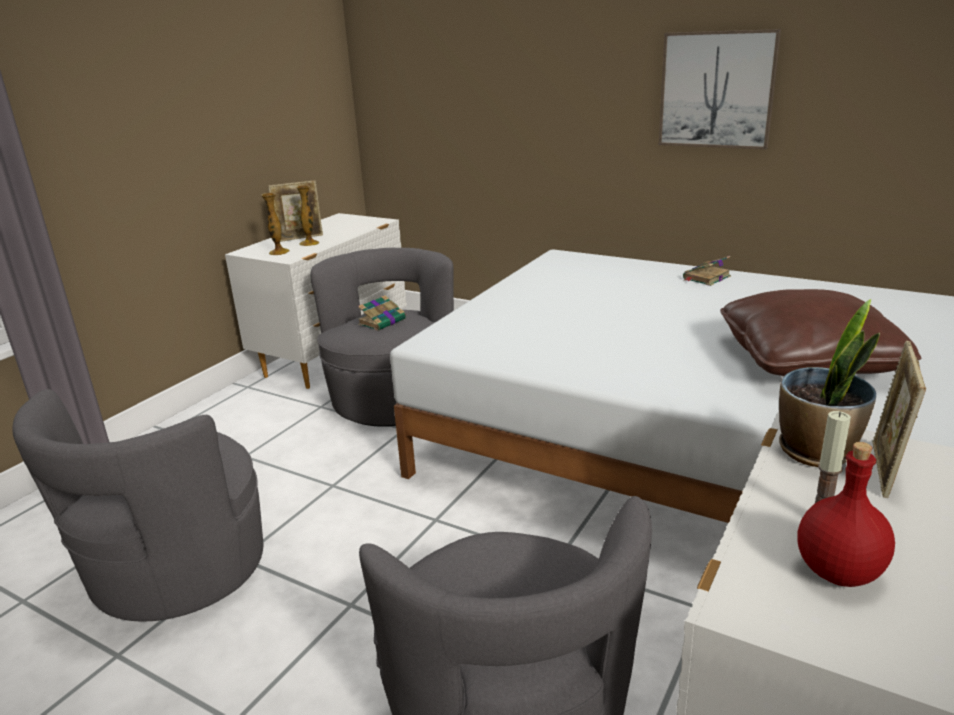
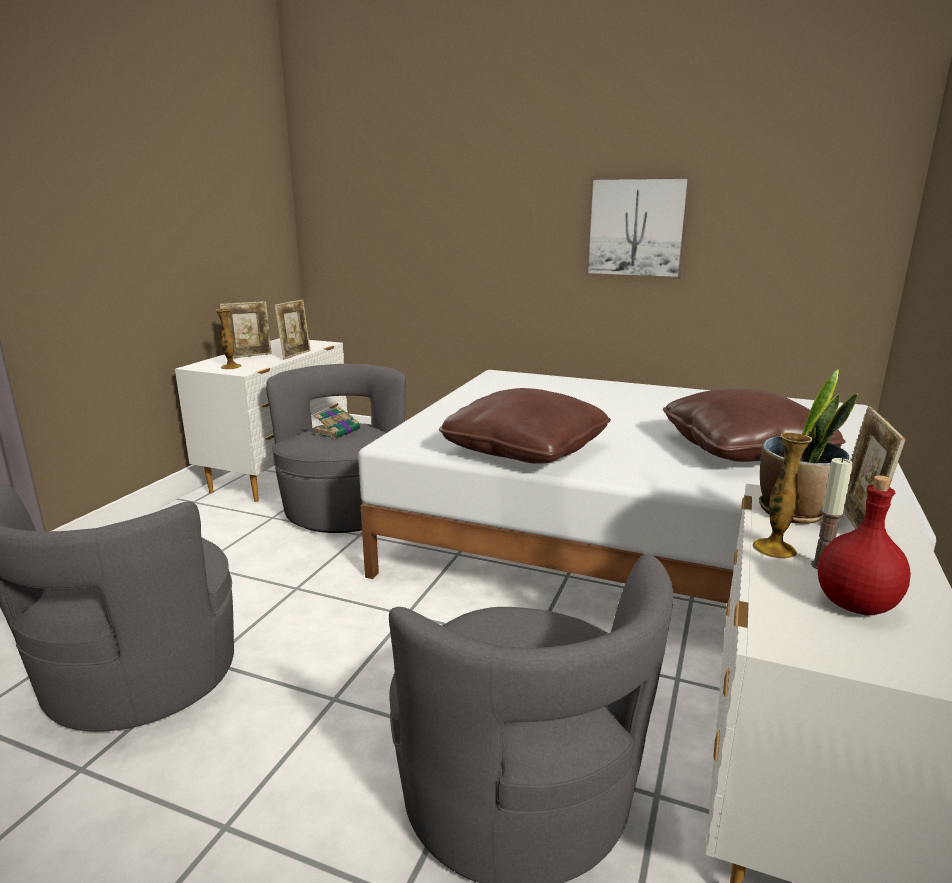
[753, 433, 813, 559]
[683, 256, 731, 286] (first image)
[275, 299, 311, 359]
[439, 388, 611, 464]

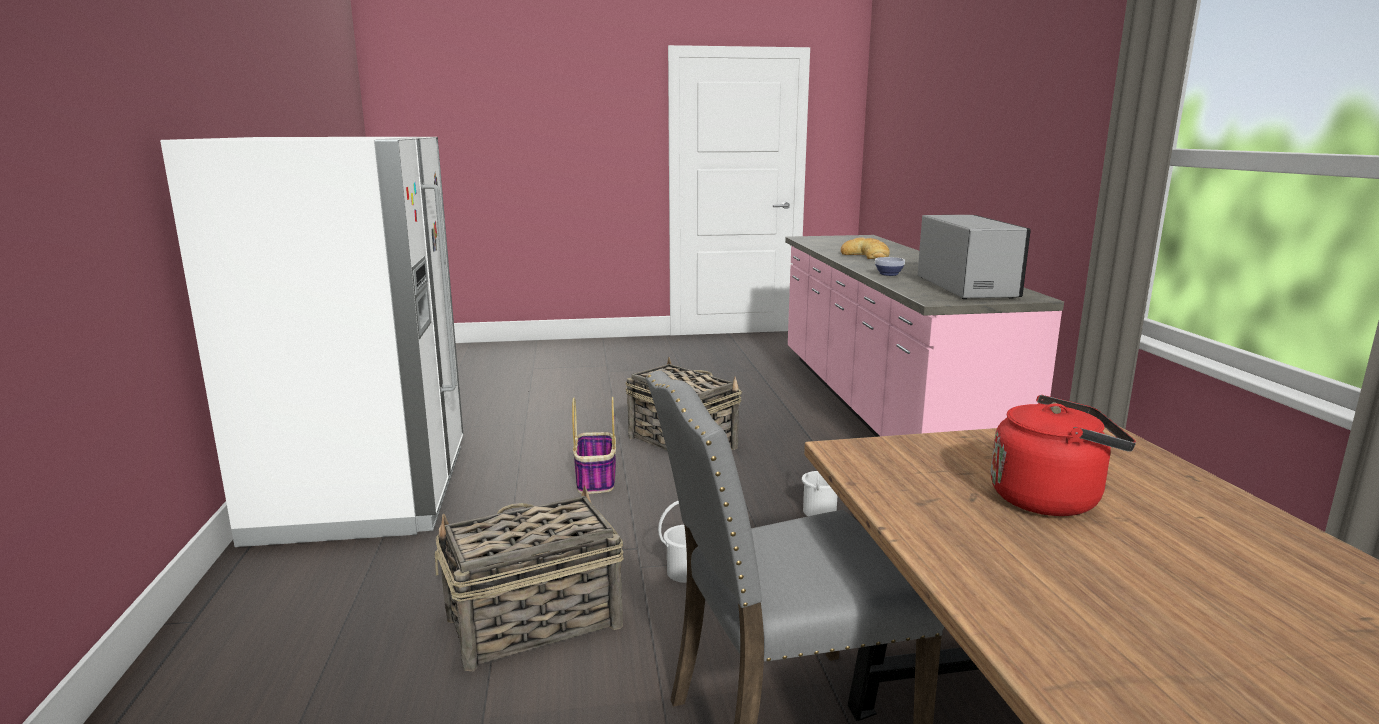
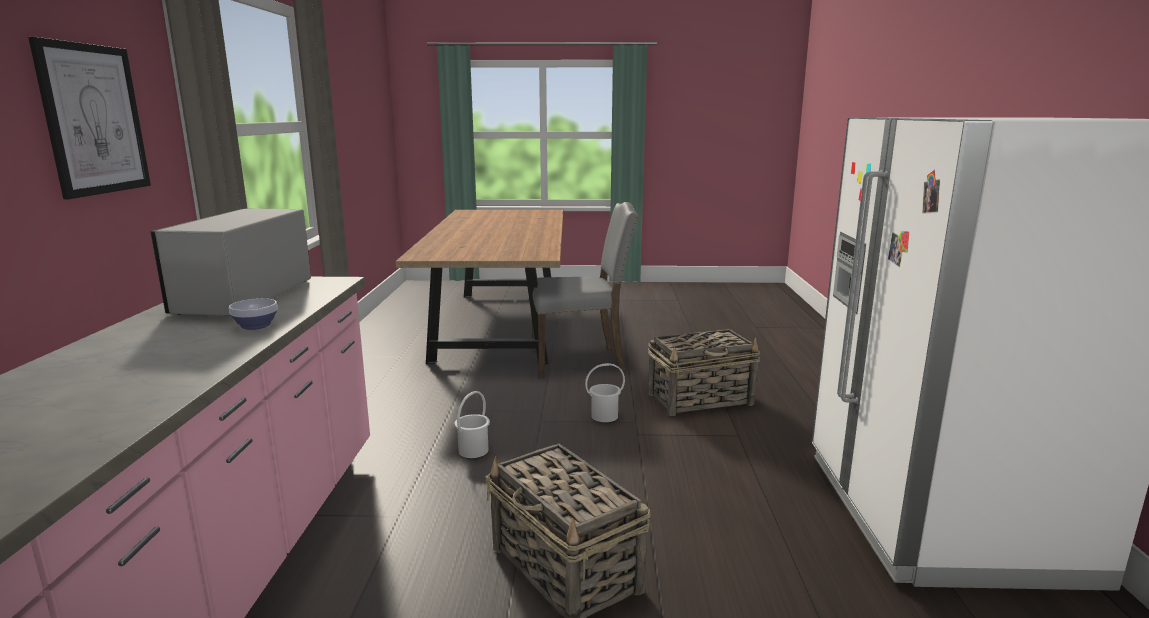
[841, 238, 890, 259] (first image)
[991, 395, 1136, 516] (first image)
[572, 397, 616, 494] (first image)
[28, 37, 151, 199]

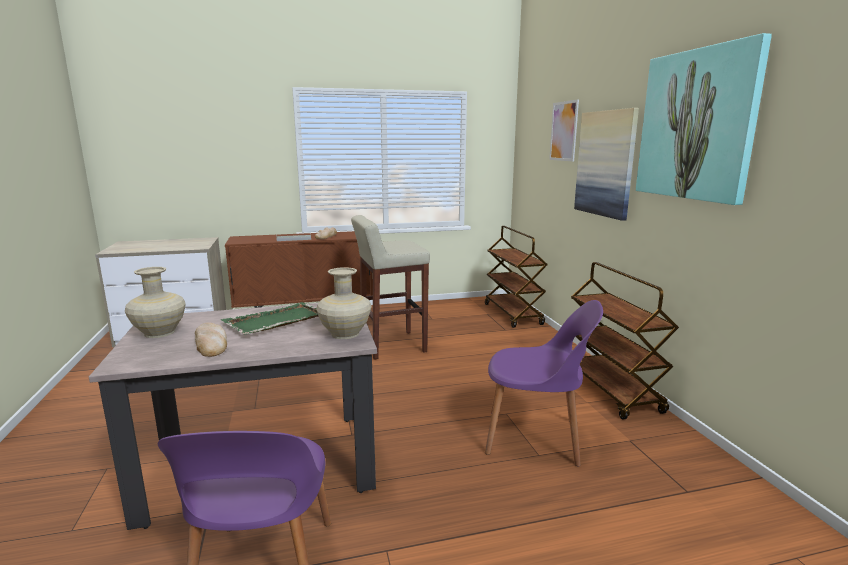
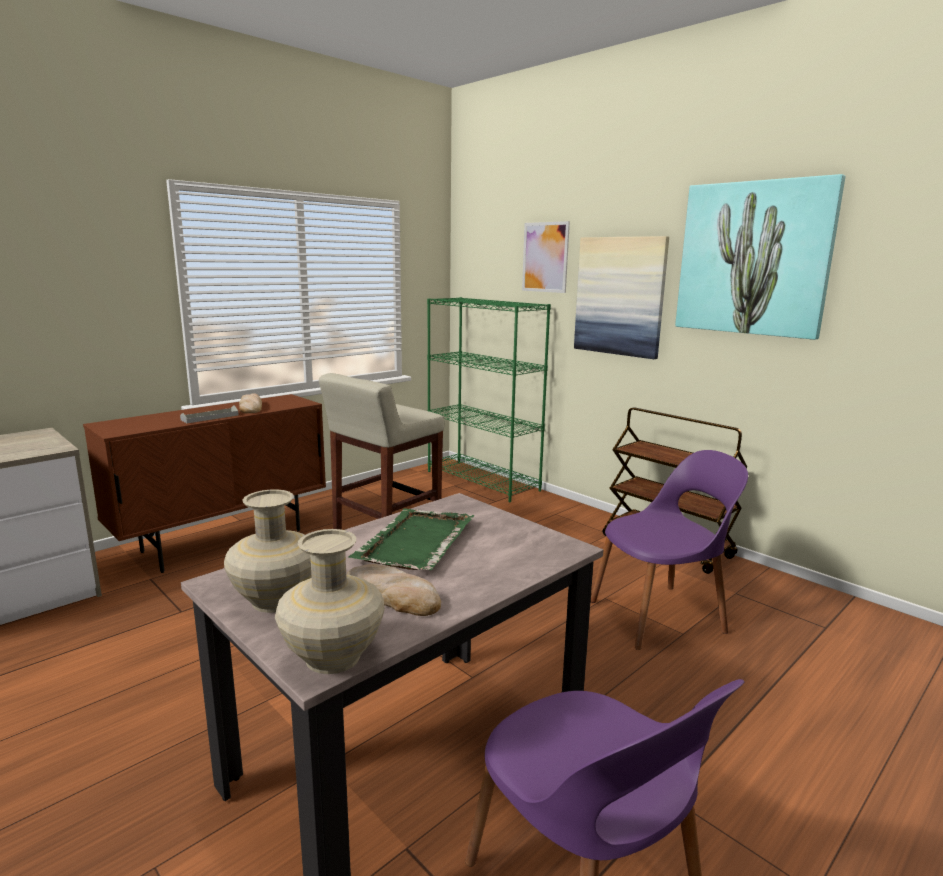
[427, 297, 551, 502]
[275, 529, 385, 674]

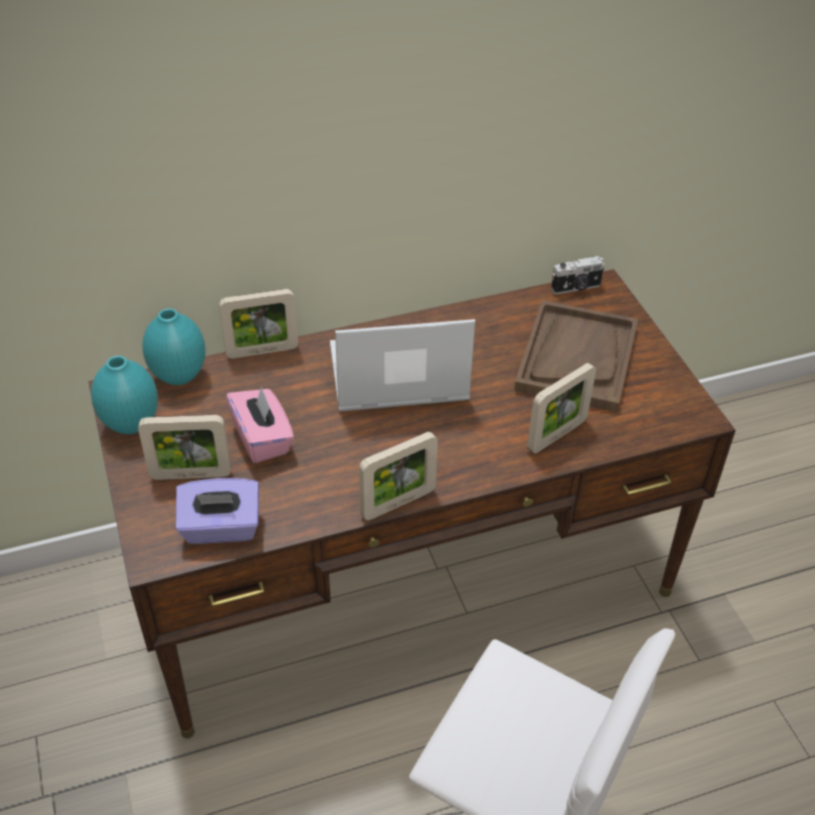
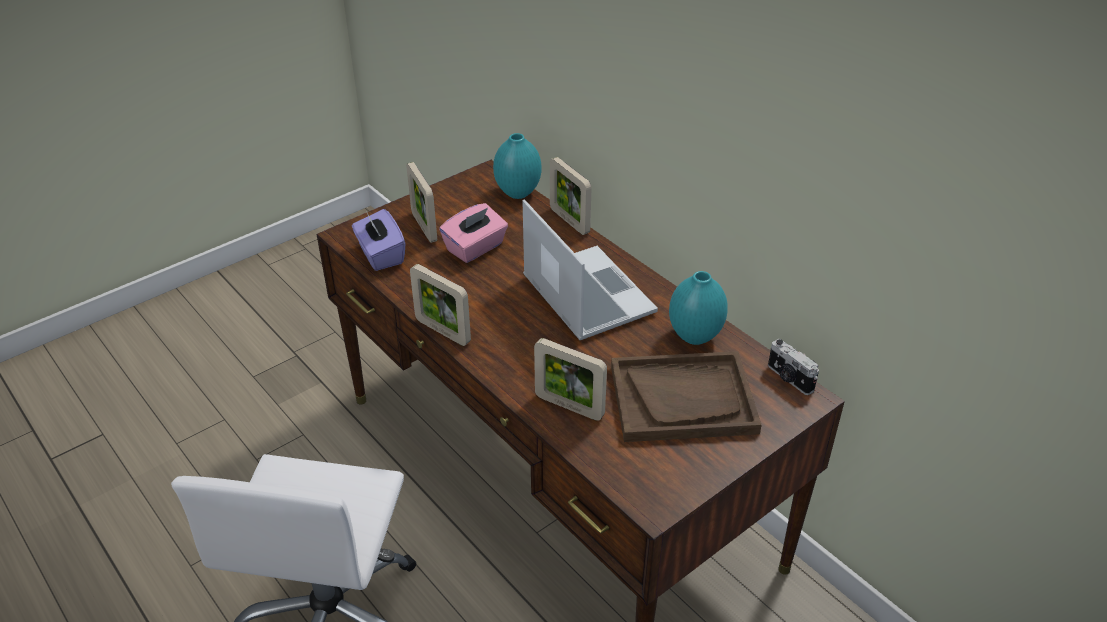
[669, 271, 728, 345]

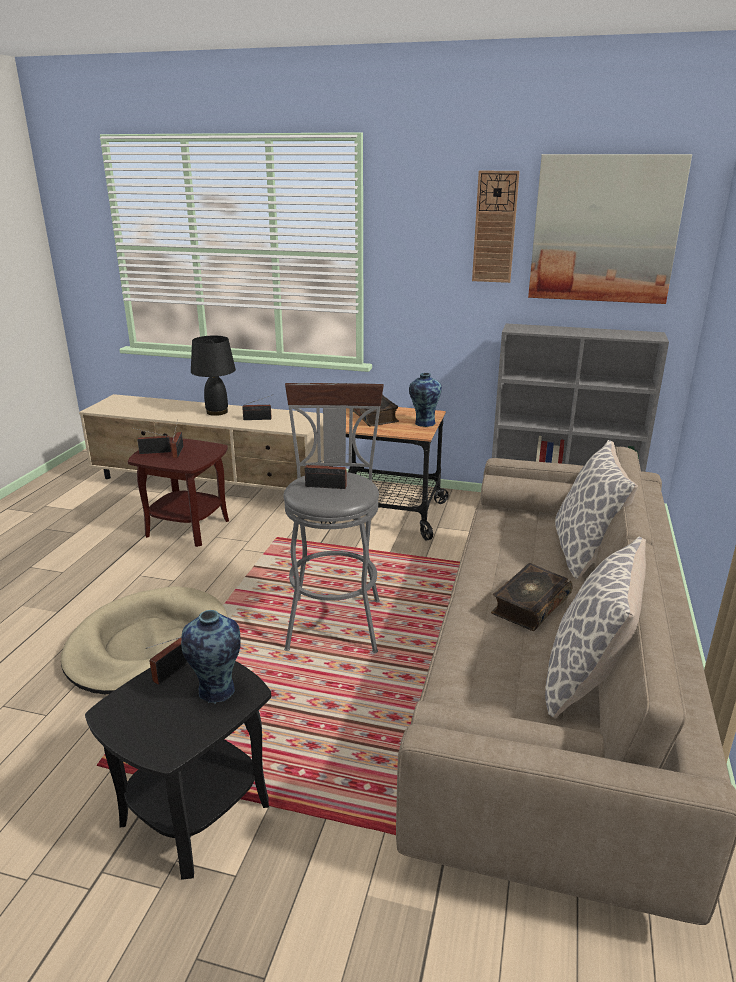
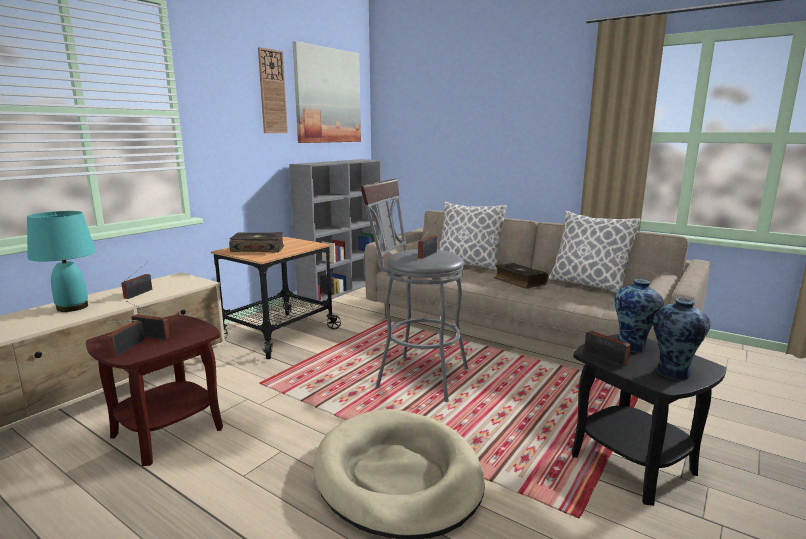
[27, 211, 96, 312]
[653, 298, 710, 380]

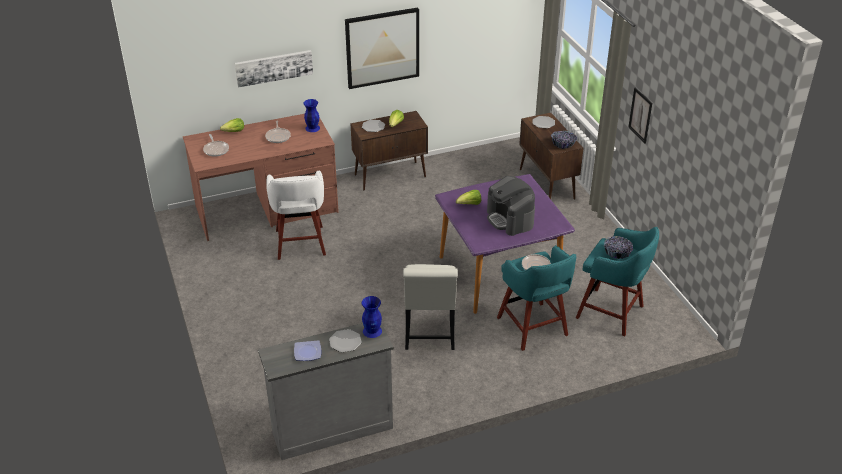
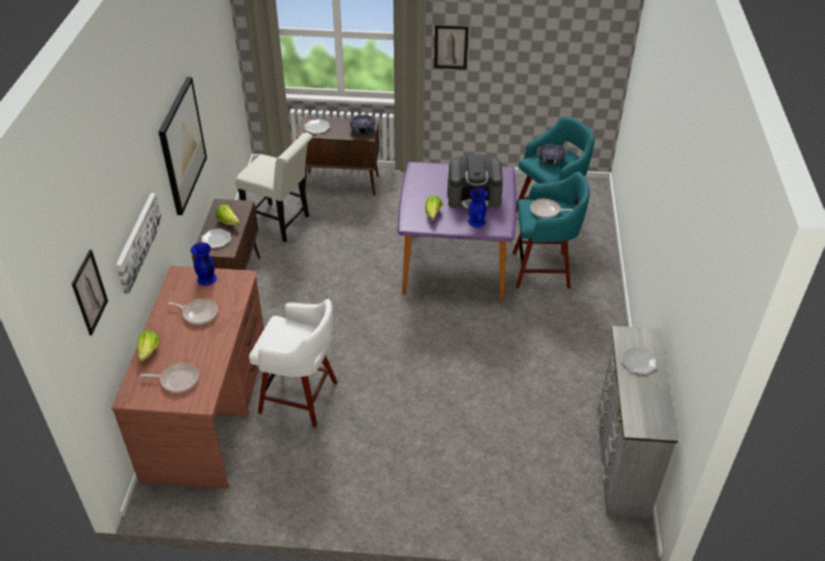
[235, 132, 313, 242]
[468, 187, 488, 227]
[294, 340, 321, 361] (first image)
[72, 249, 108, 336]

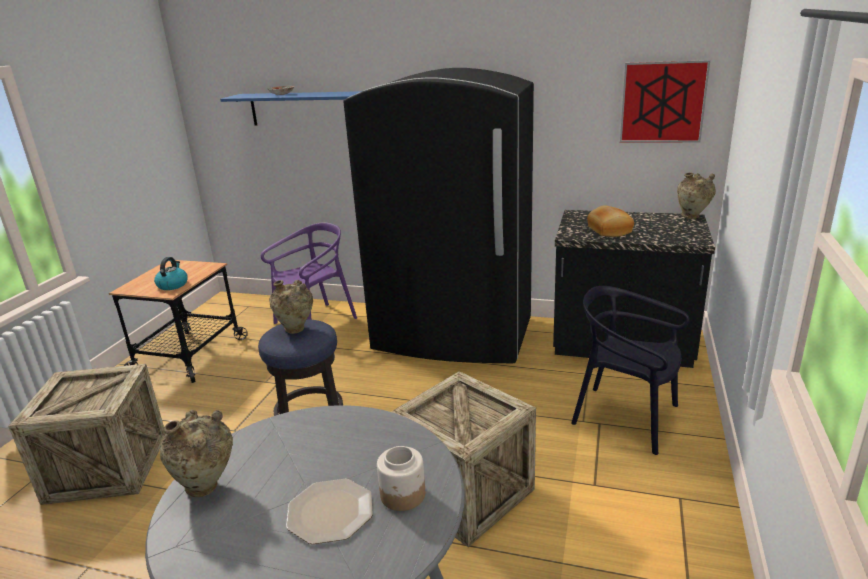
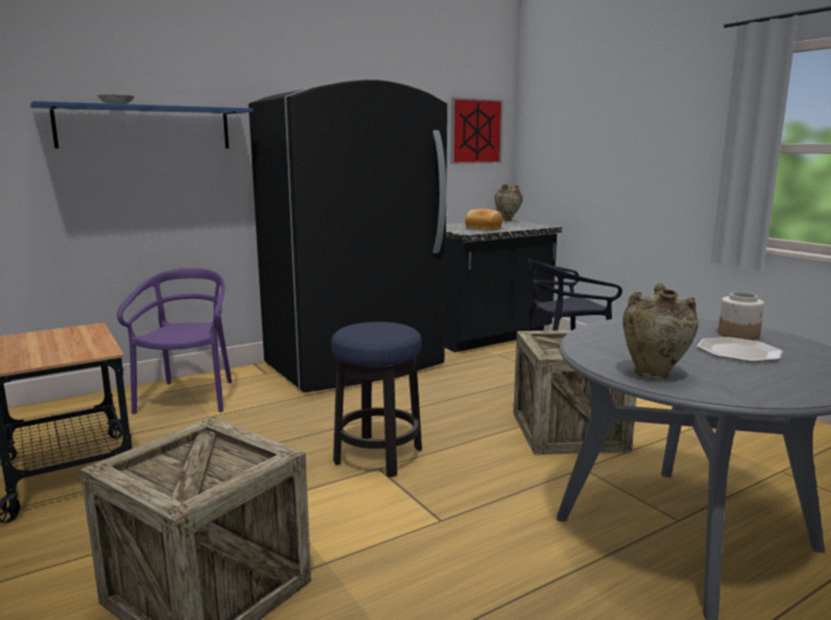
[154, 257, 188, 290] (first image)
[269, 280, 313, 334] (first image)

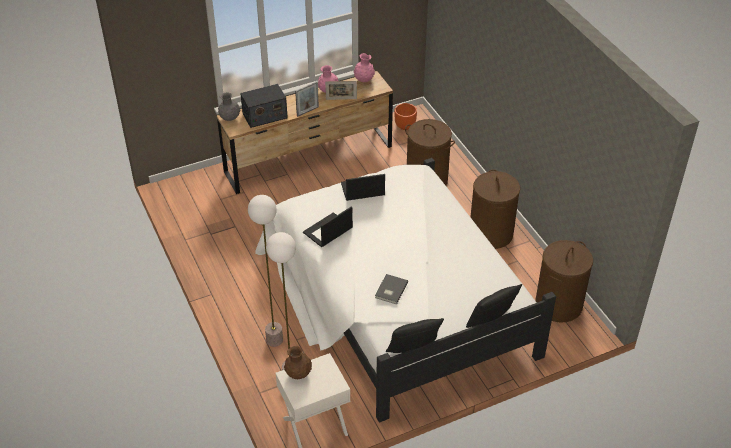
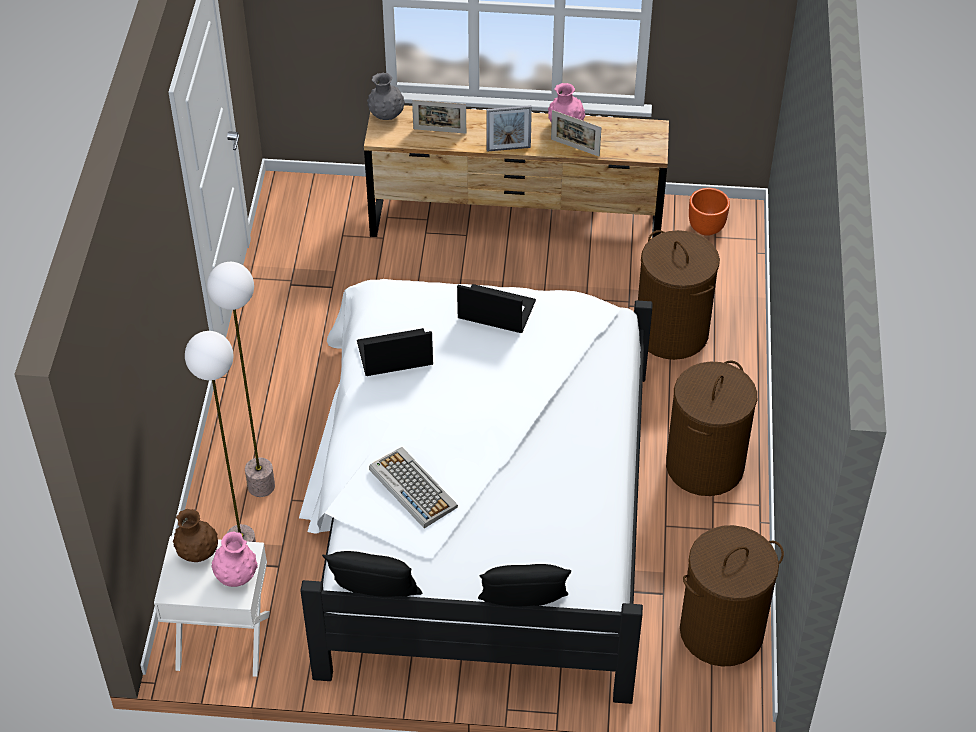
[211, 532, 258, 587]
[412, 100, 466, 134]
[369, 447, 458, 528]

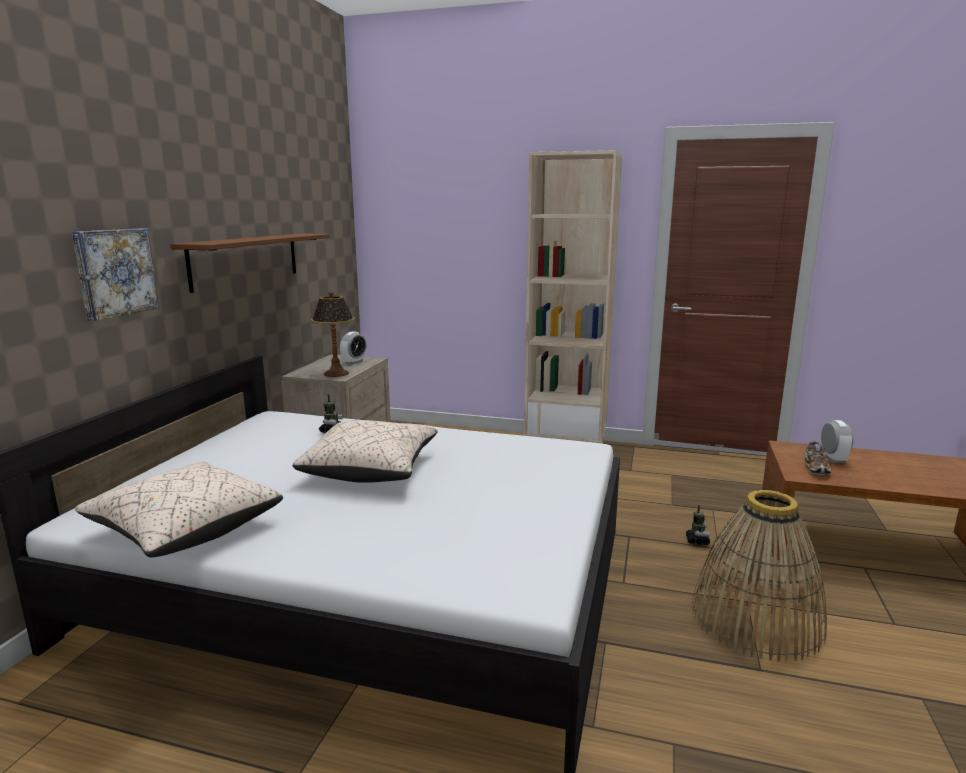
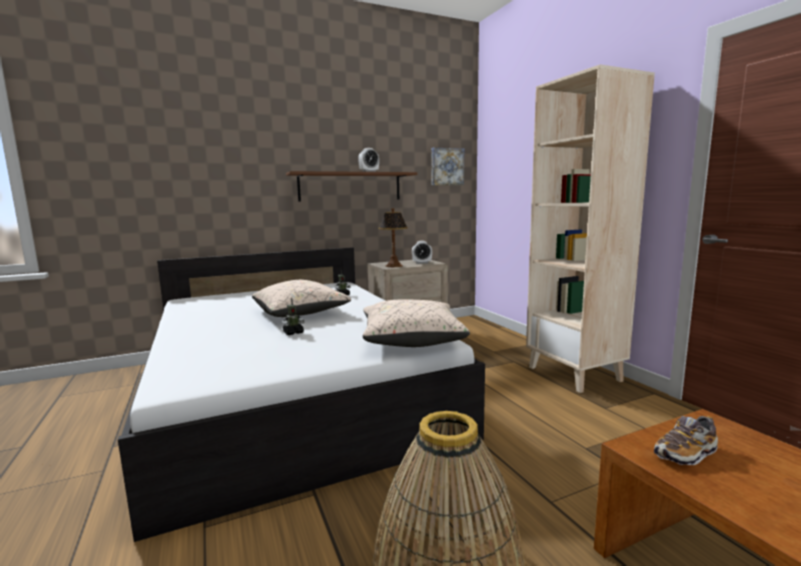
[431, 148, 464, 185]
[358, 148, 379, 172]
[363, 299, 470, 347]
[282, 297, 305, 335]

